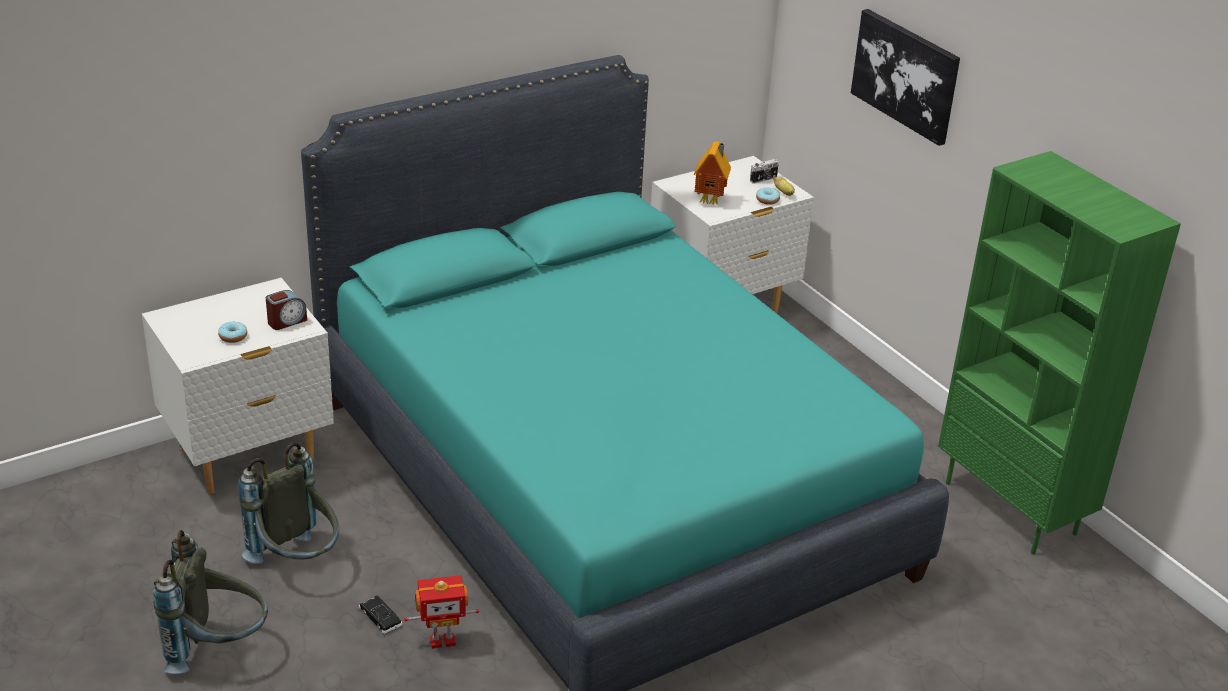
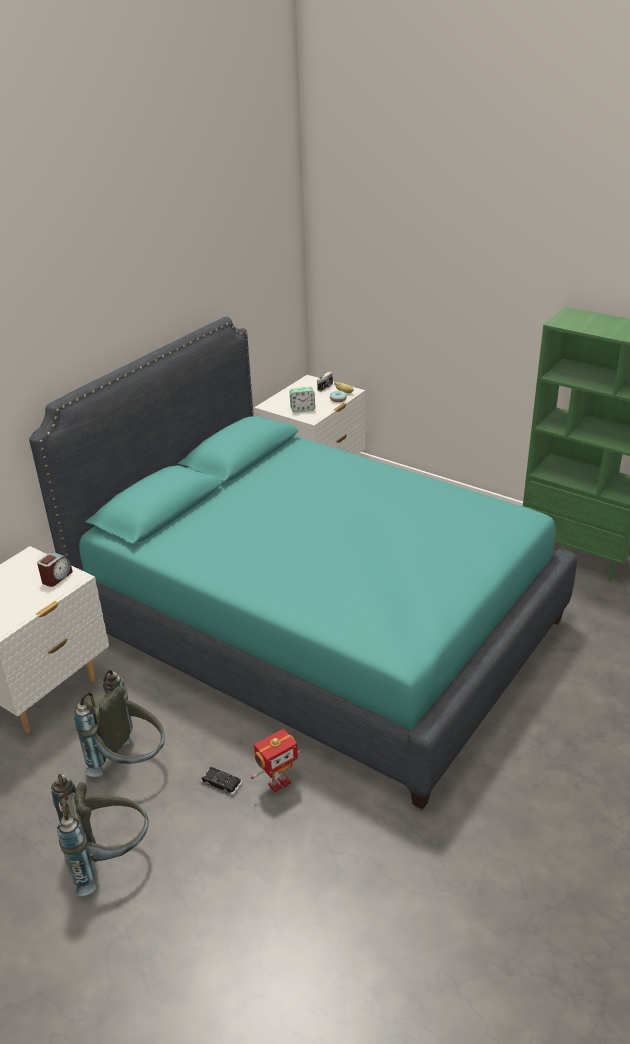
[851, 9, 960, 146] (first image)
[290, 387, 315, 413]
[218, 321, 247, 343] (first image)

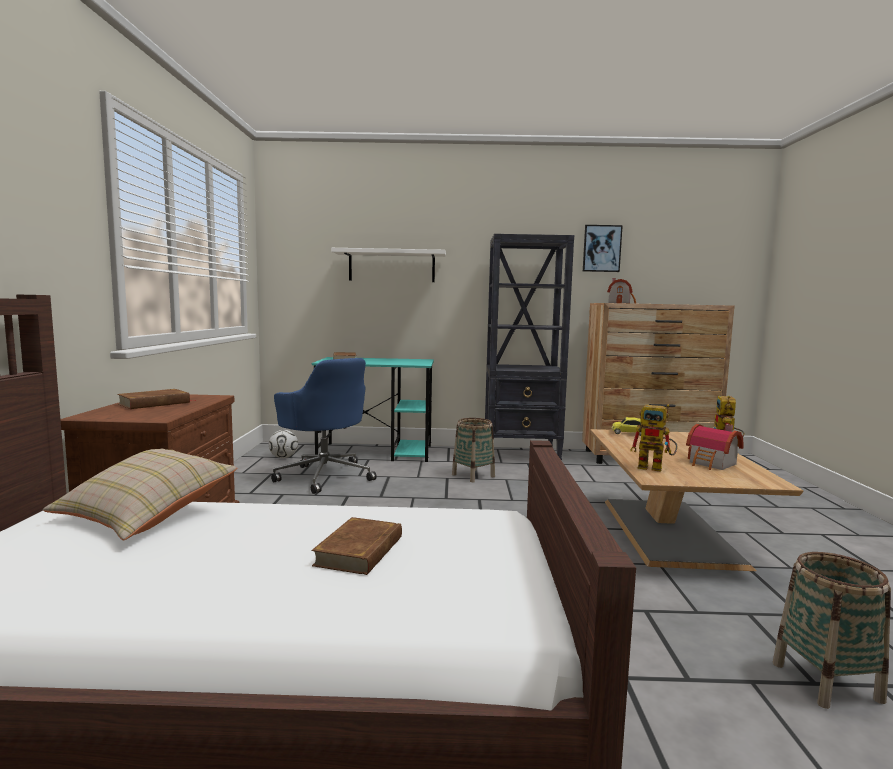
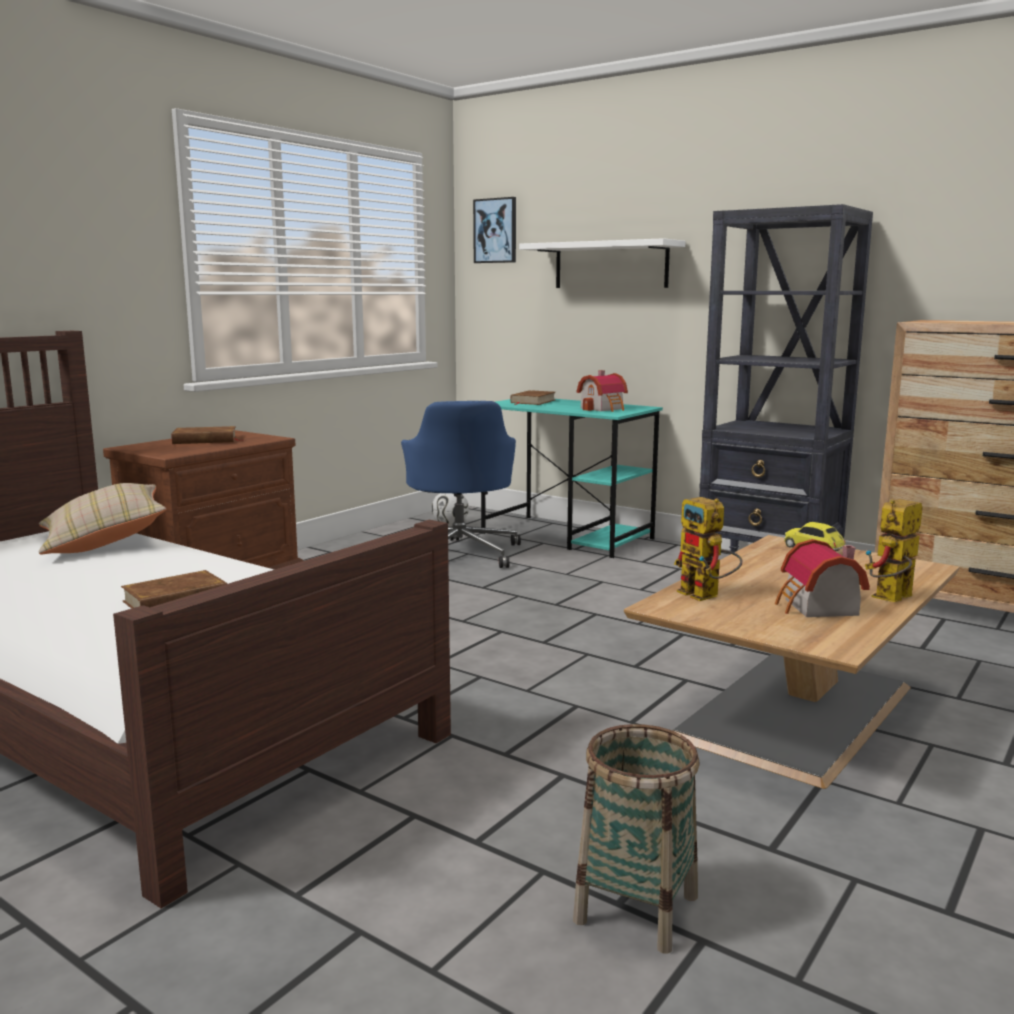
[473, 197, 516, 263]
[577, 370, 628, 412]
[452, 418, 495, 482] (first image)

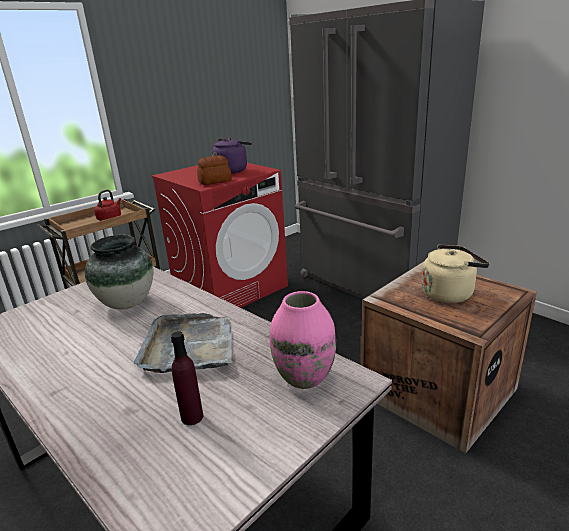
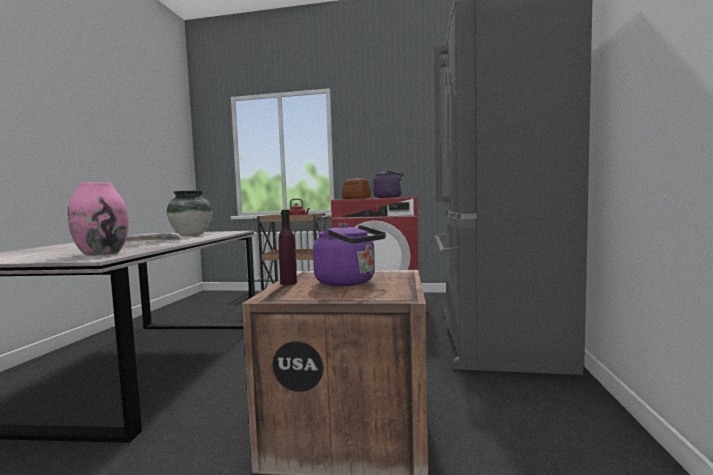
[313, 223, 386, 286]
[278, 210, 297, 285]

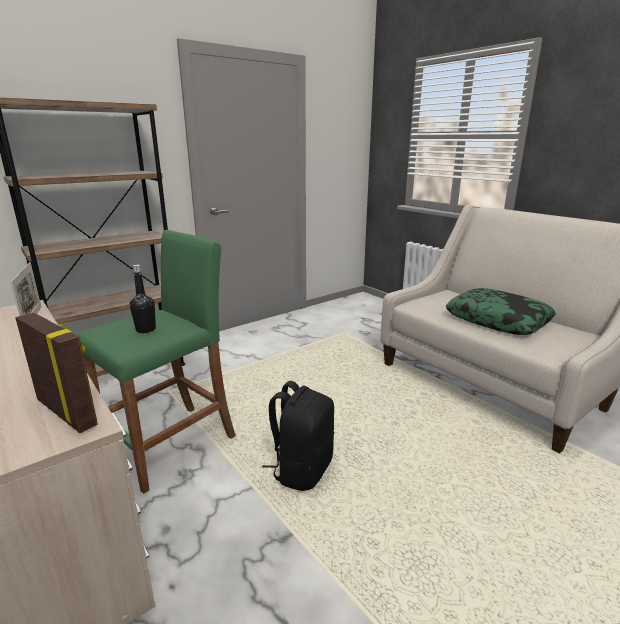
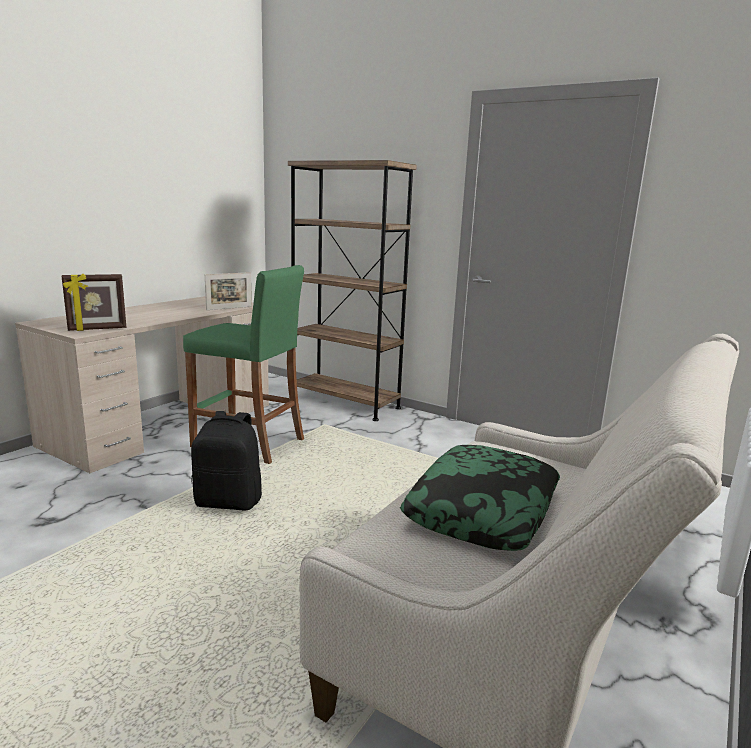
[130, 265, 156, 333] (first image)
[62, 274, 126, 331]

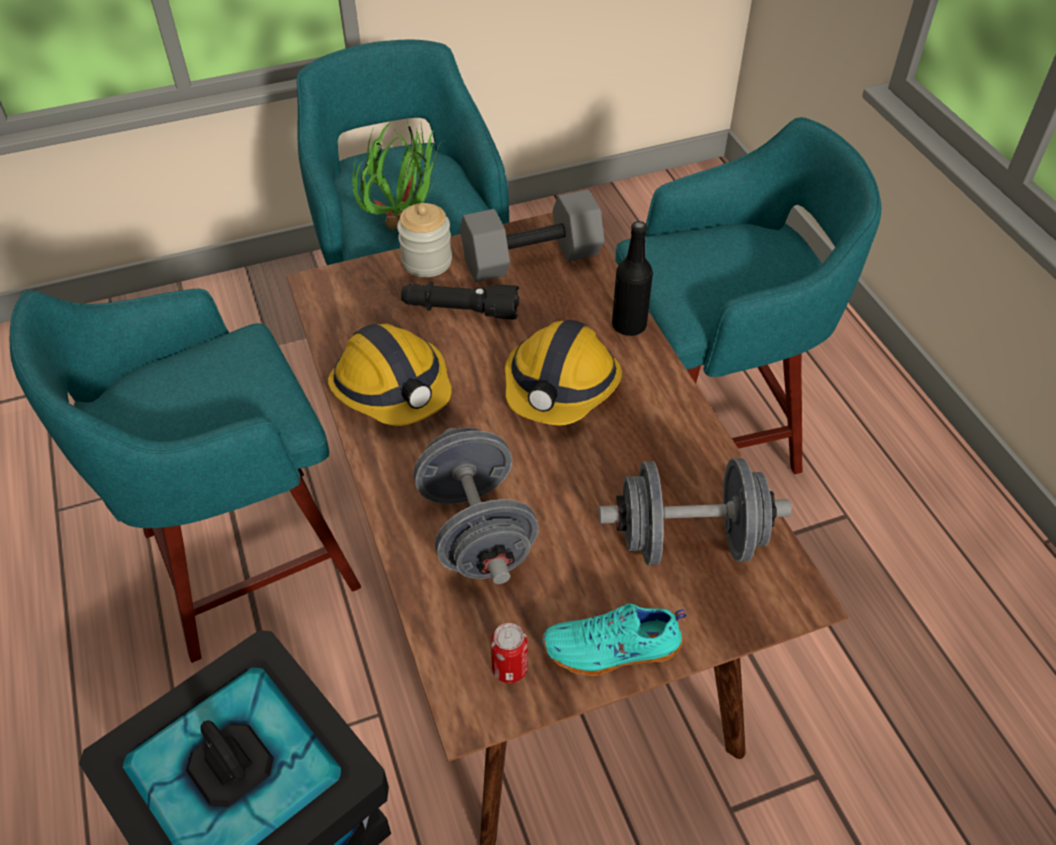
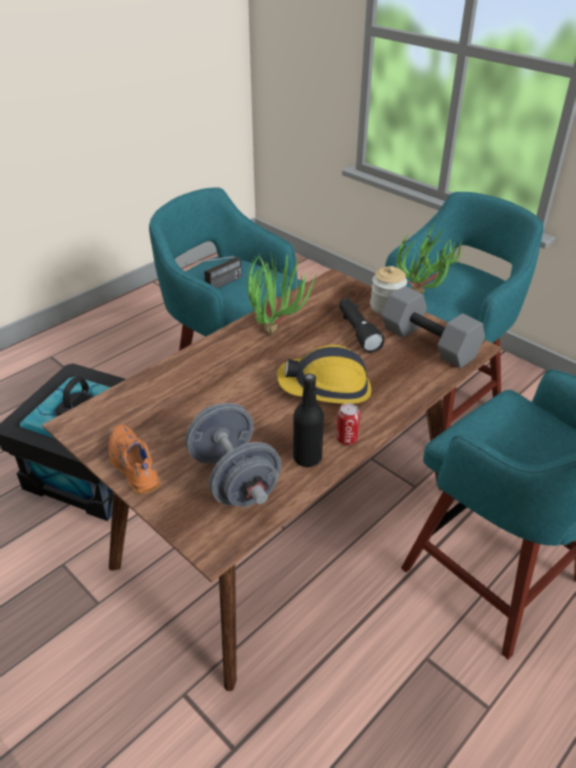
[293, 373, 324, 467]
[247, 253, 317, 334]
[413, 428, 539, 584] (first image)
[109, 425, 161, 494]
[336, 403, 360, 445]
[185, 256, 242, 288]

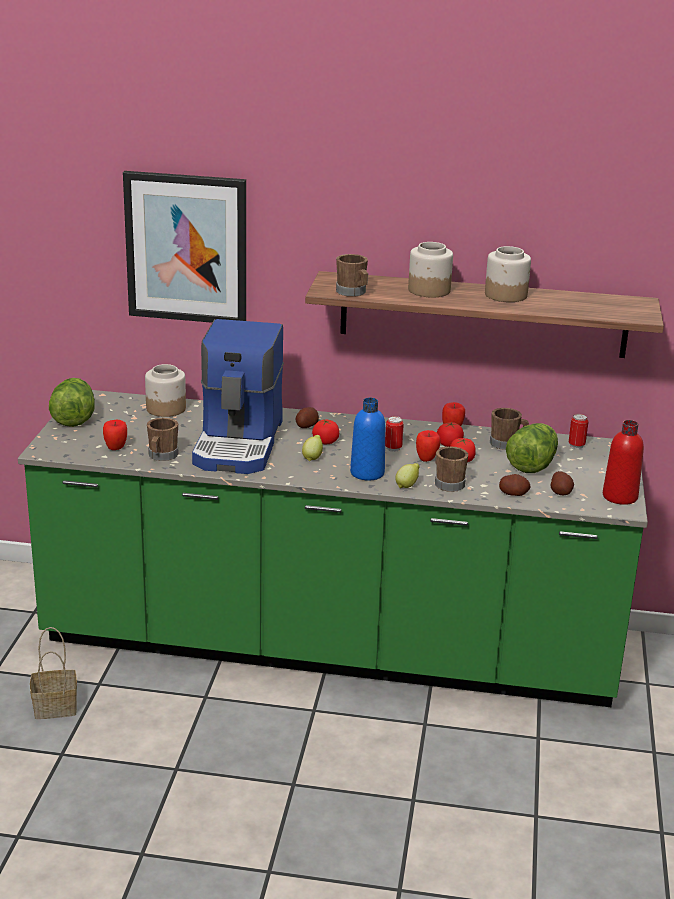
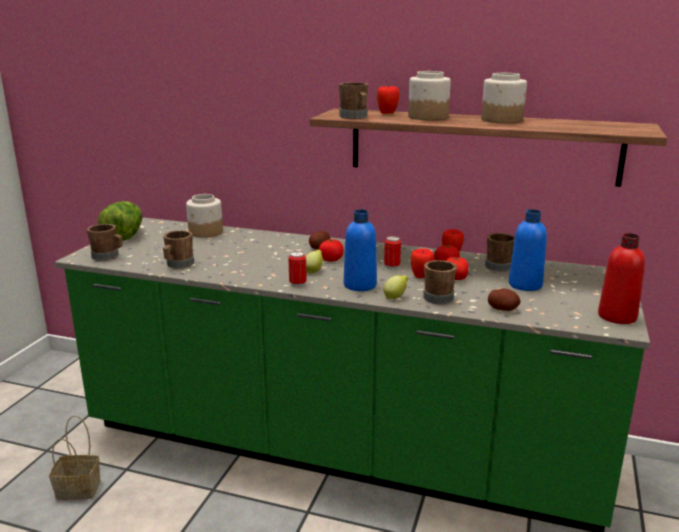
[123, 171, 246, 323] (first image)
[192, 319, 284, 474] (first image)
[288, 251, 307, 287]
[377, 86, 399, 114]
[509, 209, 547, 291]
[551, 471, 574, 495] (first image)
[87, 224, 123, 261]

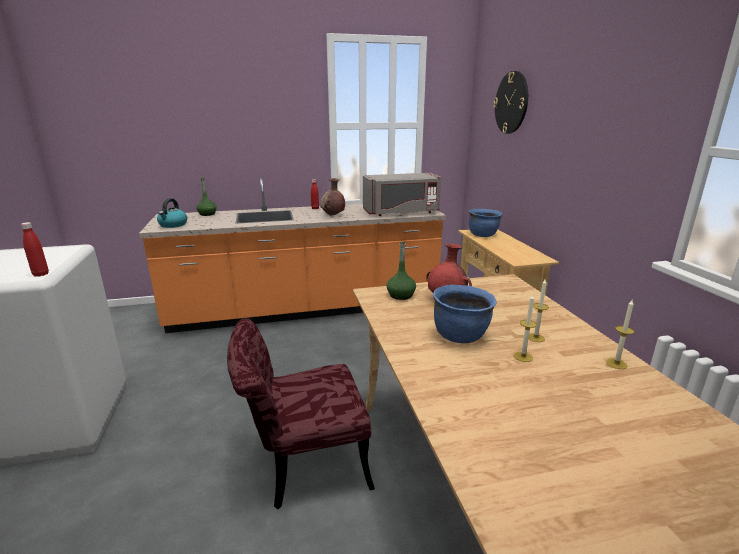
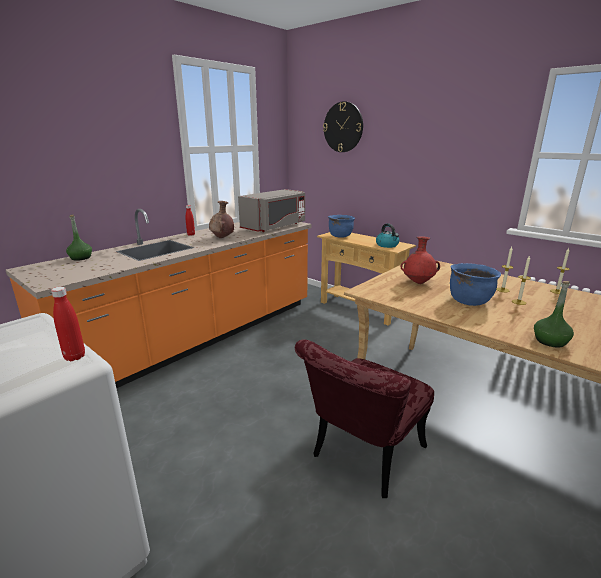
[376, 223, 399, 248]
[534, 281, 574, 348]

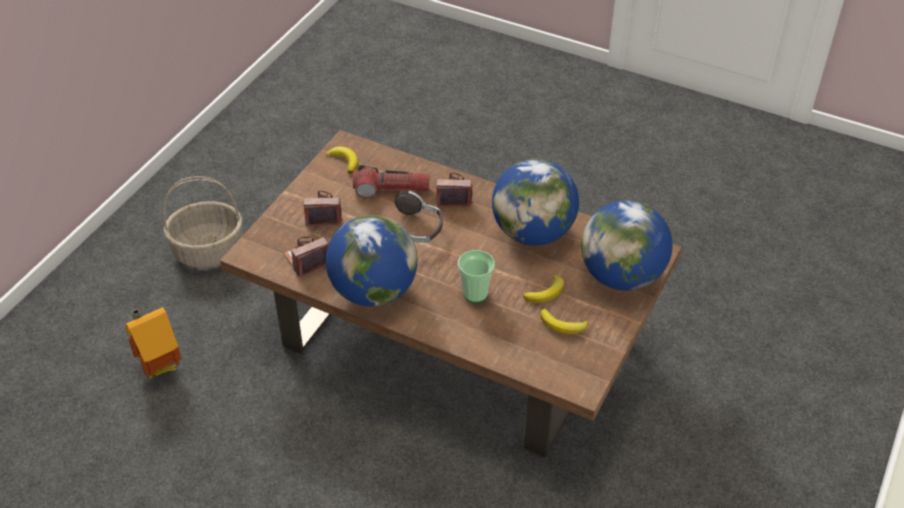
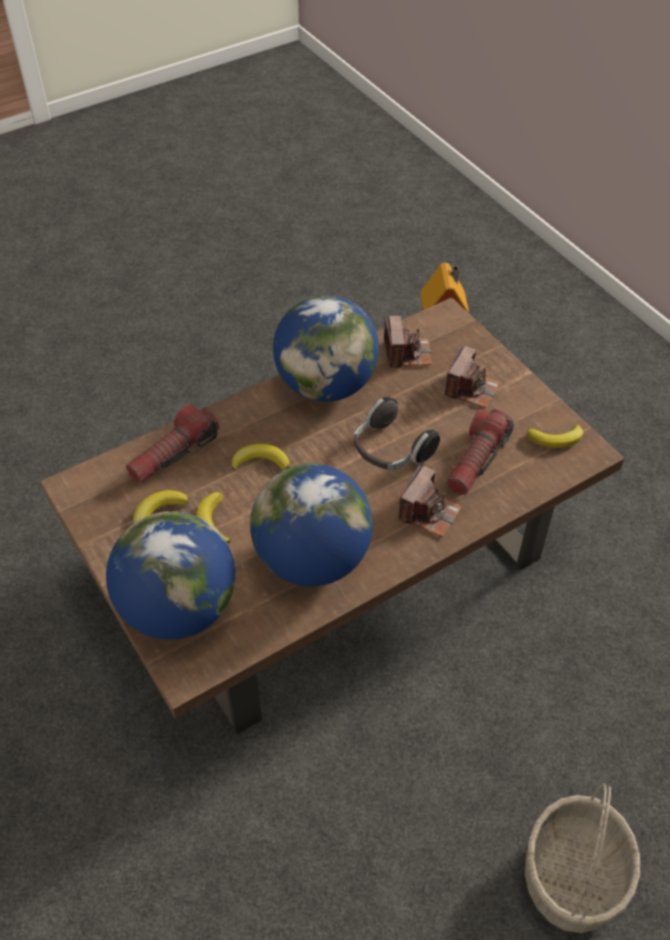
[525, 783, 640, 933]
[232, 444, 290, 471]
[126, 405, 219, 484]

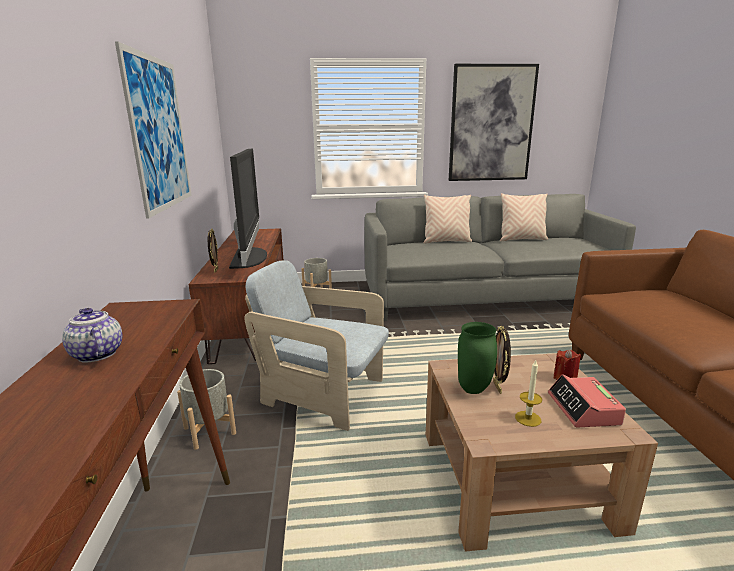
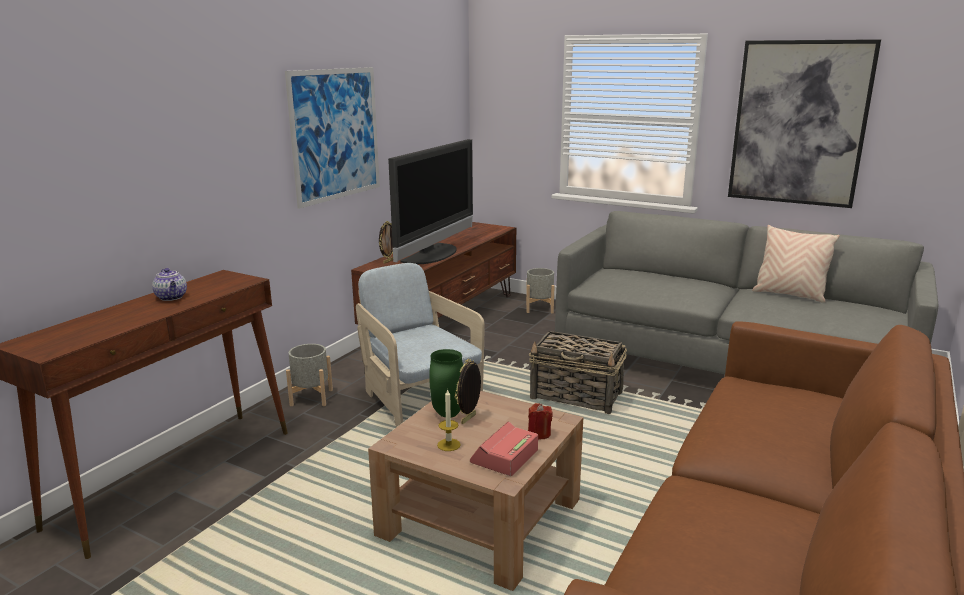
[424, 195, 472, 244] (first image)
[152, 268, 187, 301]
[529, 331, 627, 414]

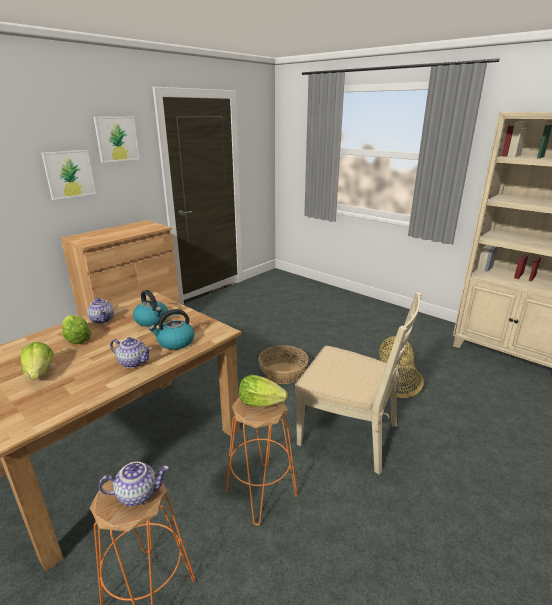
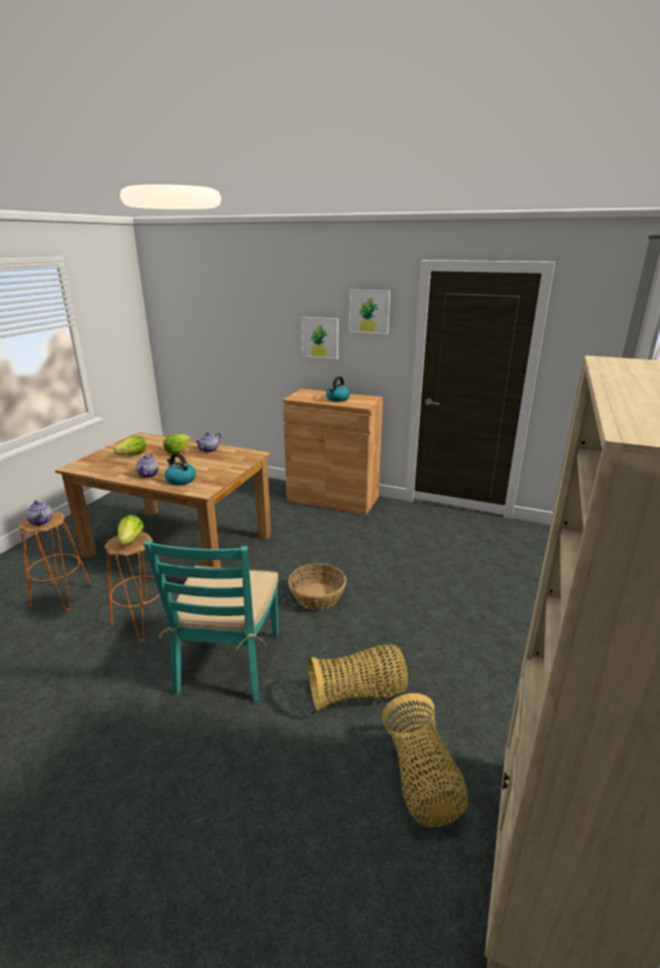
[326, 376, 350, 402]
[143, 540, 279, 702]
[381, 693, 468, 827]

